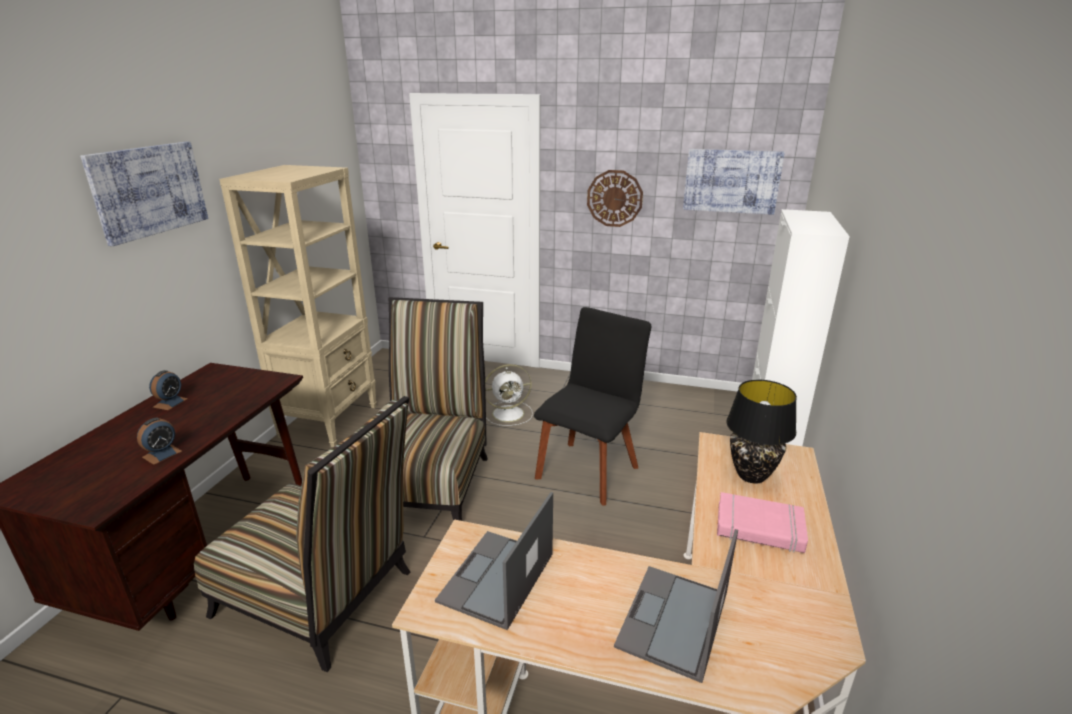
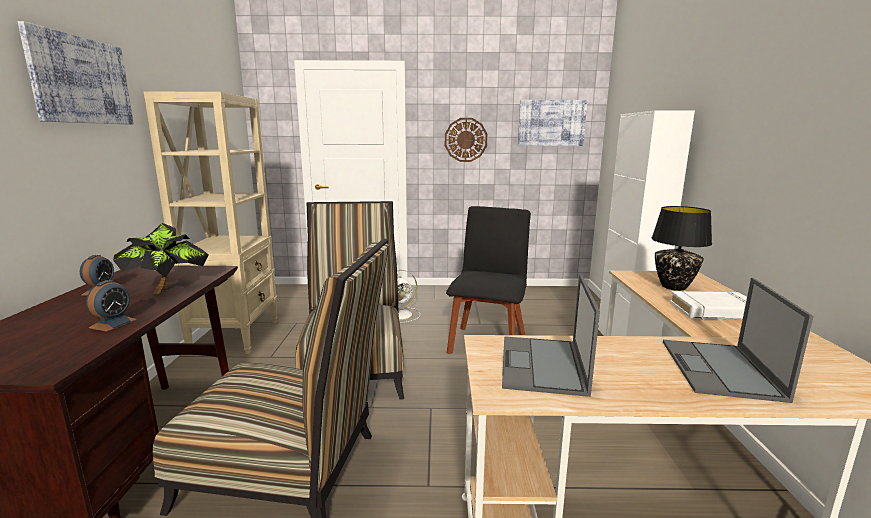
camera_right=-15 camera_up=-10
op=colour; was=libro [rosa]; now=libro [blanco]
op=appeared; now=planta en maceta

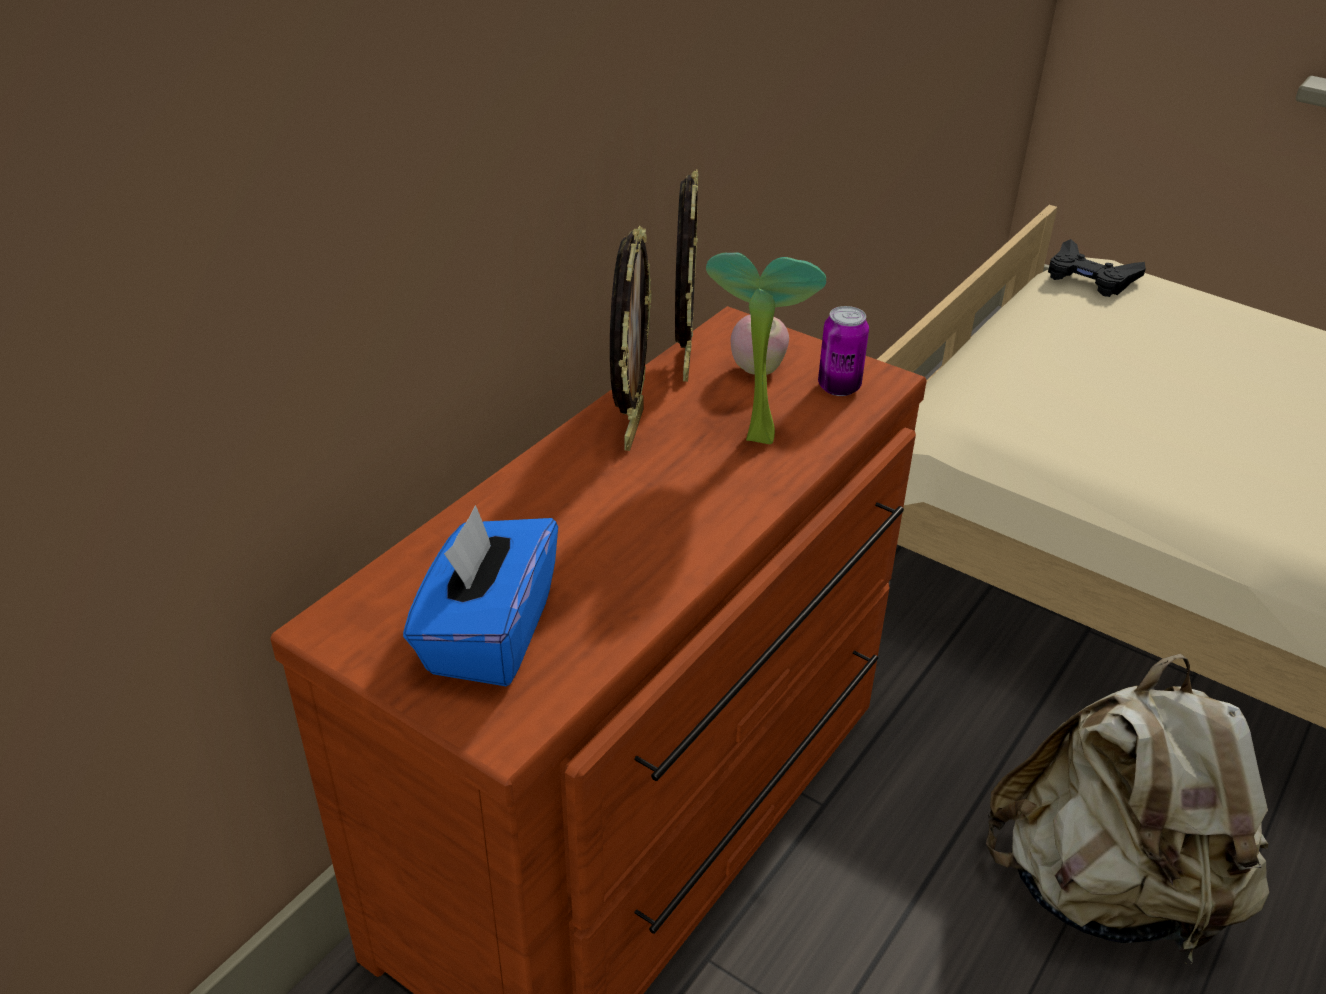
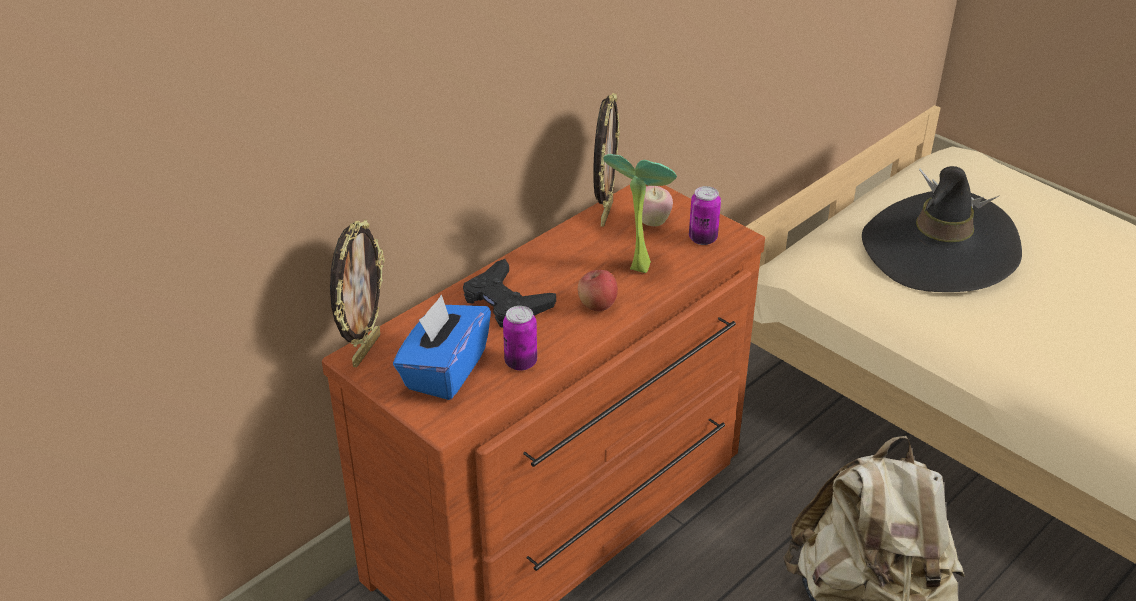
camera_right=10 camera_up=0
op=relocated; was=portarretratos (no. 1 from left)
op=relocated; was=mando de consola [negro]
op=appeared; now=lata (no. 1 from left)
op=appeared; now=manzana (no. 1 from left)
op=appeared; now=sombrero [negro]

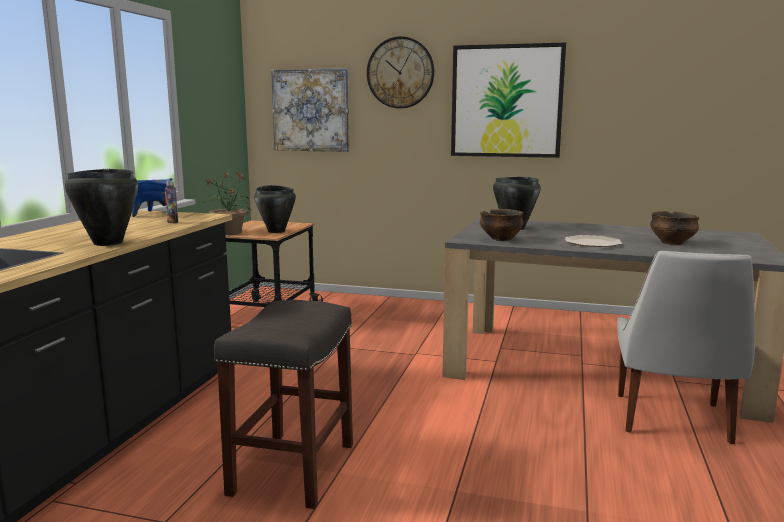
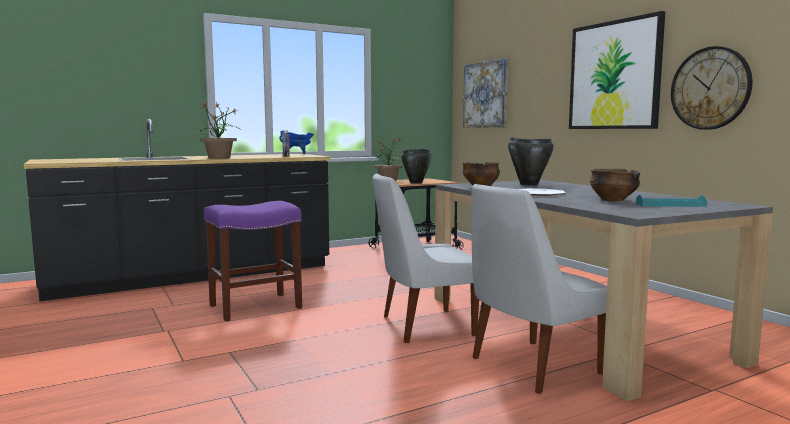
camera_right=45 camera_up=-5
op=exchanged; was=olla [negro] (no. 1 from left); now=planta en maceta (no. 1 from left)
op=colour; was=taburete [gris]; now=taburete [morado]
op=relocated; was=reloj de pared
op=appeared; now=silla [blanco] (no. 1 from left)
op=appeared; now=bandeja [turquesa]

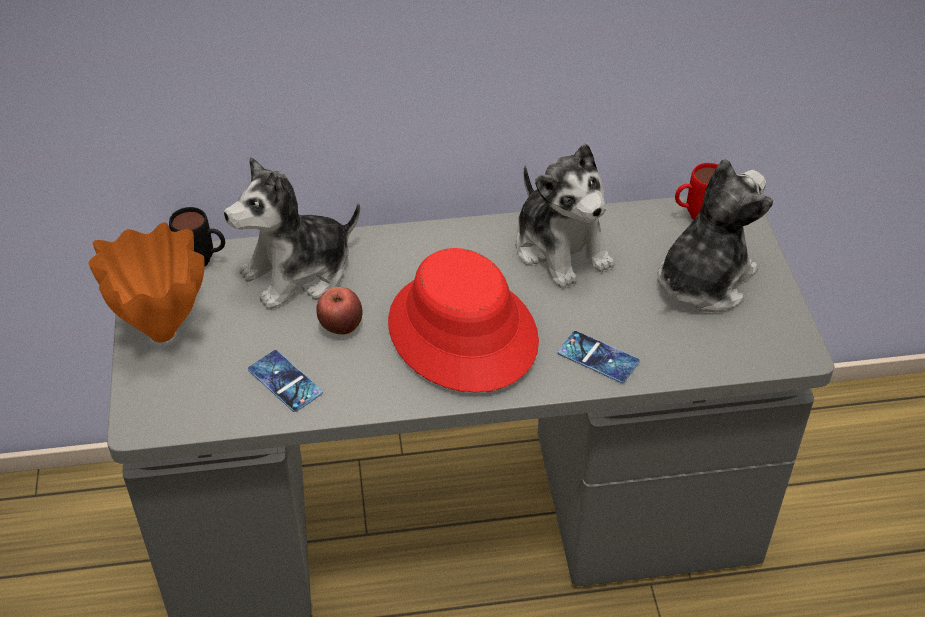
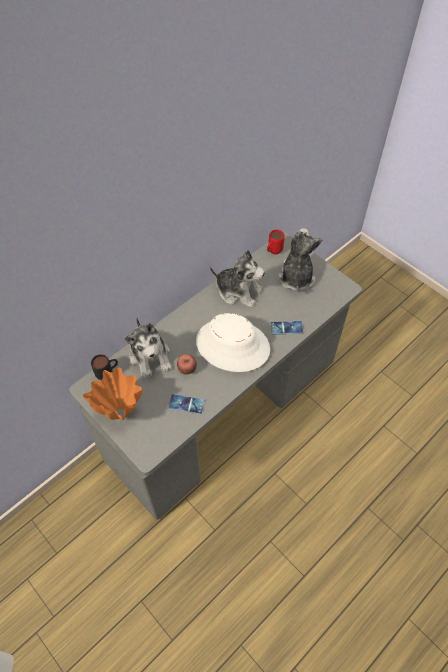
camera_right=-35 camera_up=10
op=spun; was=peluche (no. 1 from left); clockwise=-45
op=colour; was=sombrero [rojo]; now=sombrero [blanco]

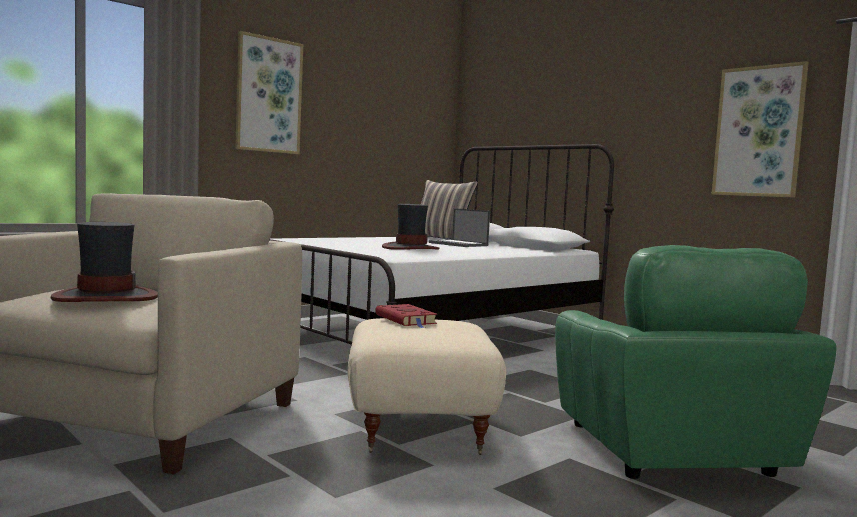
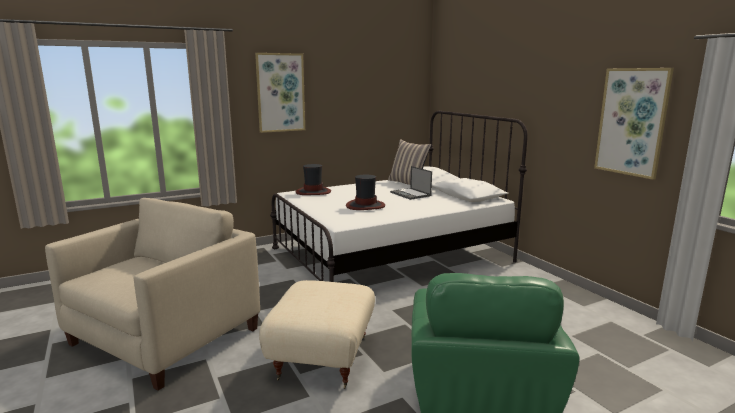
camera_right=15 camera_up=10
op=relocated; was=sombrero (no. 1 from left)
op=missing; was=libro [rojo]

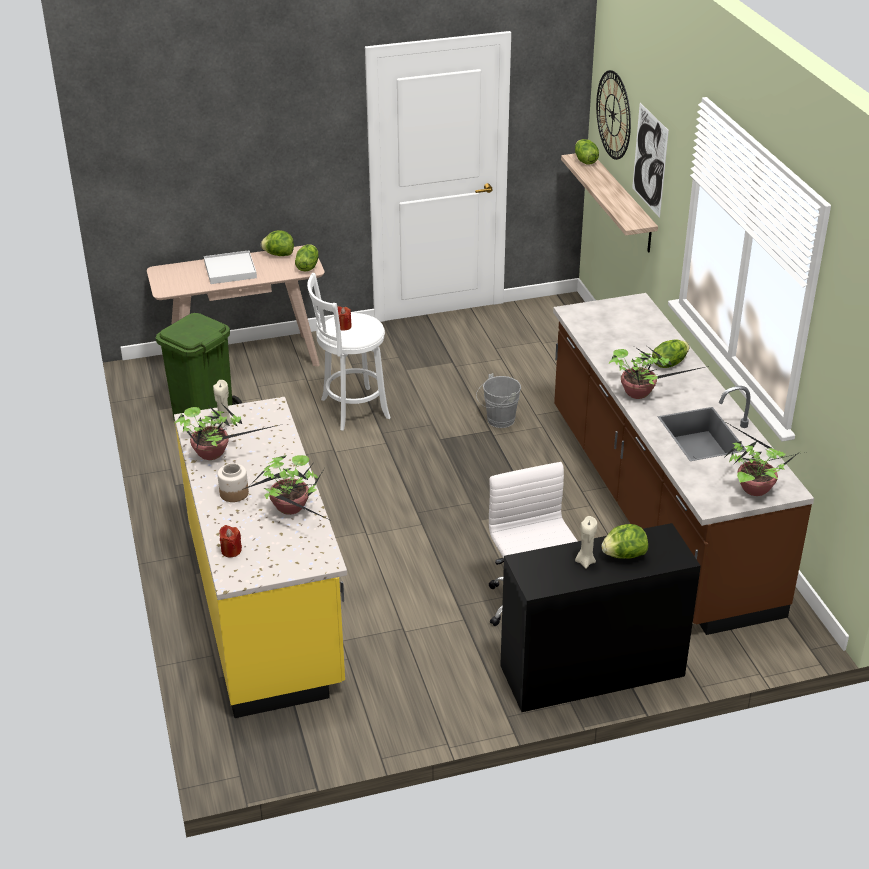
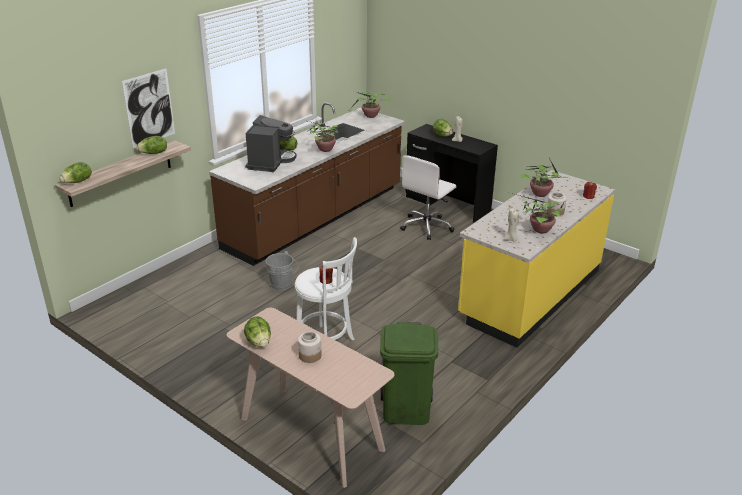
camera_right=-125 camera_up=-5
op=exchanged; was=bandeja [blanco]; now=tarro (no. 1 from left)
op=relocated; was=lechuga (no. 2 from left)
op=missing; was=reloj de pared
op=appeared; now=cafetera

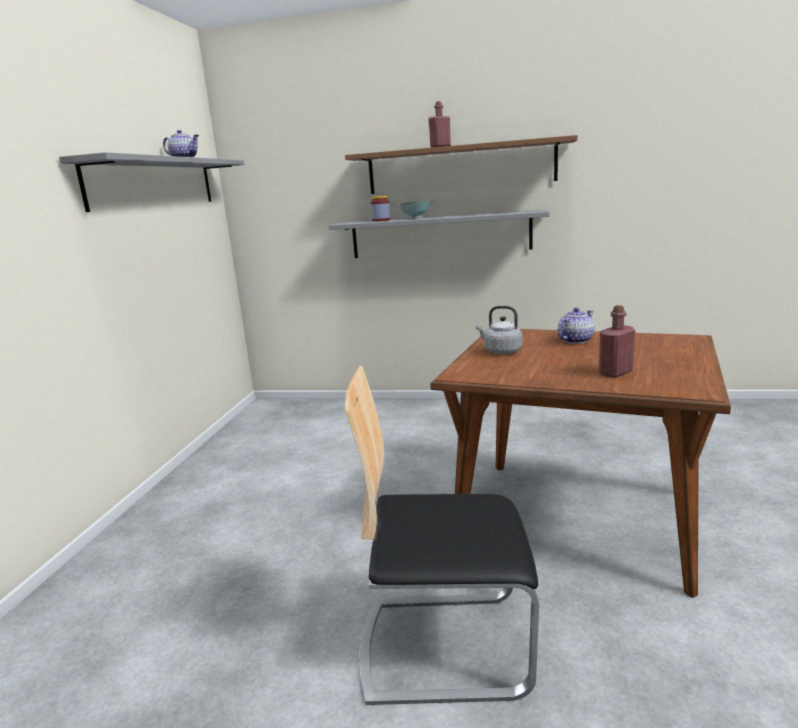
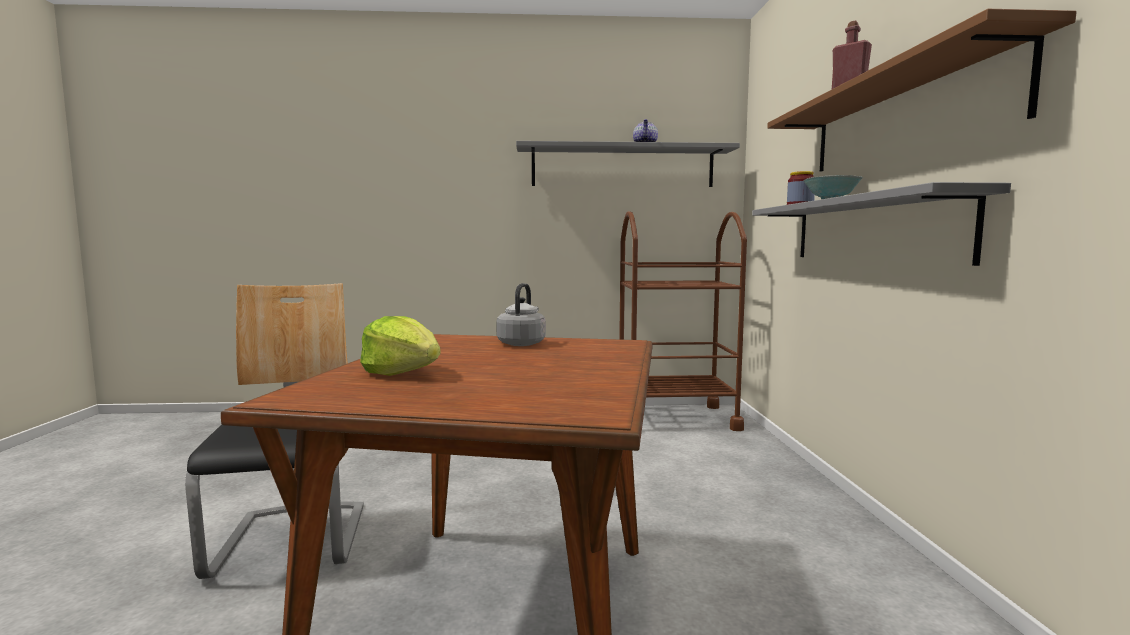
camera_right=75 camera_up=-10
op=missing; was=tetera (no. 2 from left)
op=exchanged; was=botella [rojo] (no. 2 from left); now=lechuga
op=appeared; now=carrito [marrón]

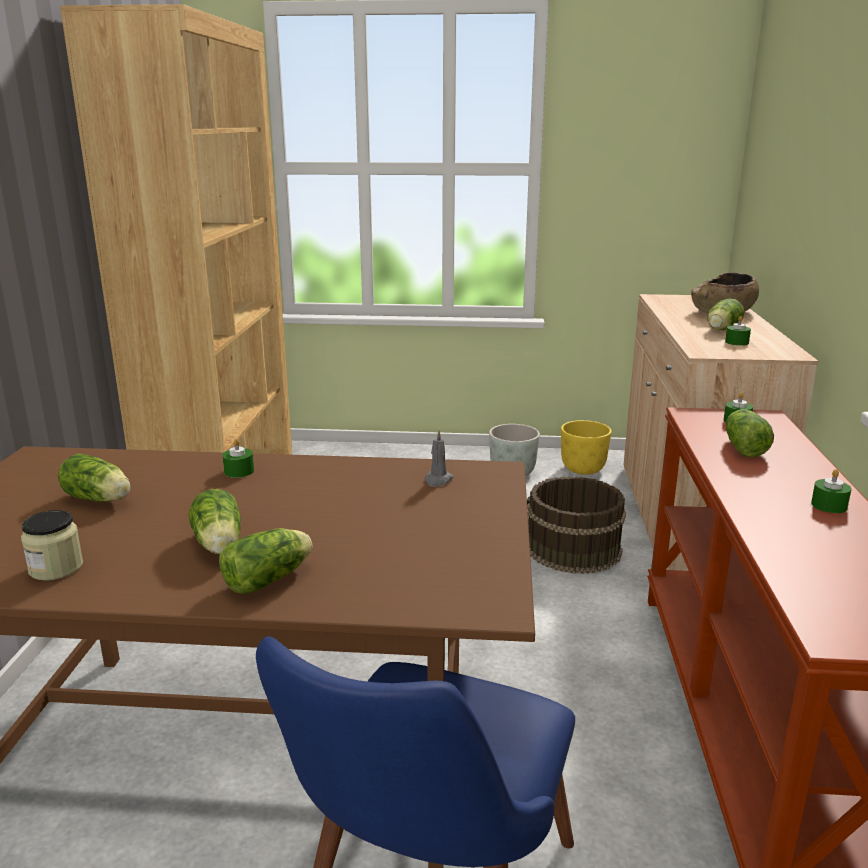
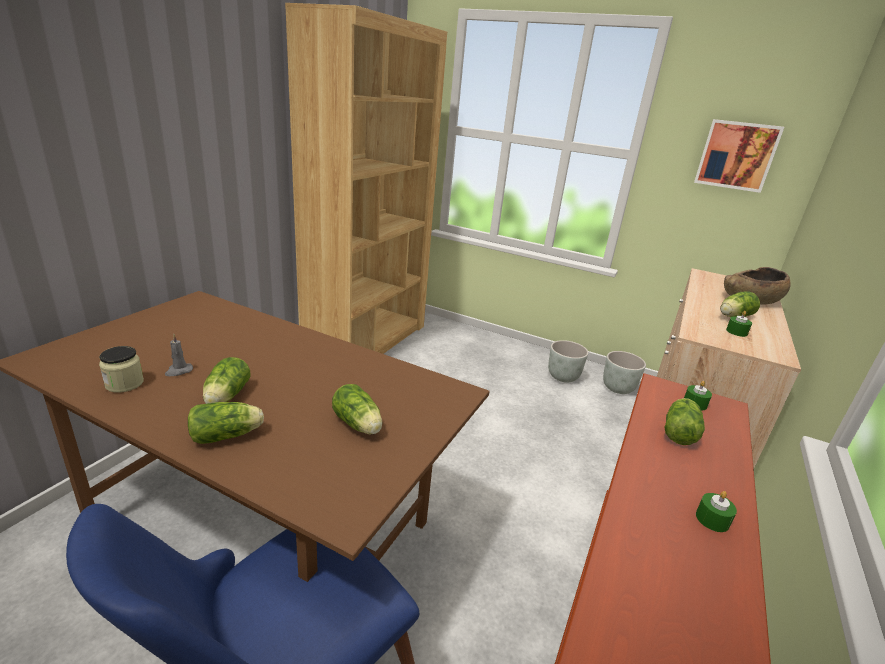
camera_right=20 camera_up=5
op=relocated; was=lechuga (no. 1 from left in the first image); now=lechuga (no. 3 from left)
op=missing; was=vela [verde] (no. 1 from left)
op=relocated; was=vela [gris]
op=missing; was=cubo [marrón]
op=colour; was=maceta [amarillo]; now=maceta [gris] (no. 2 from left)
op=appeared; now=cuadro

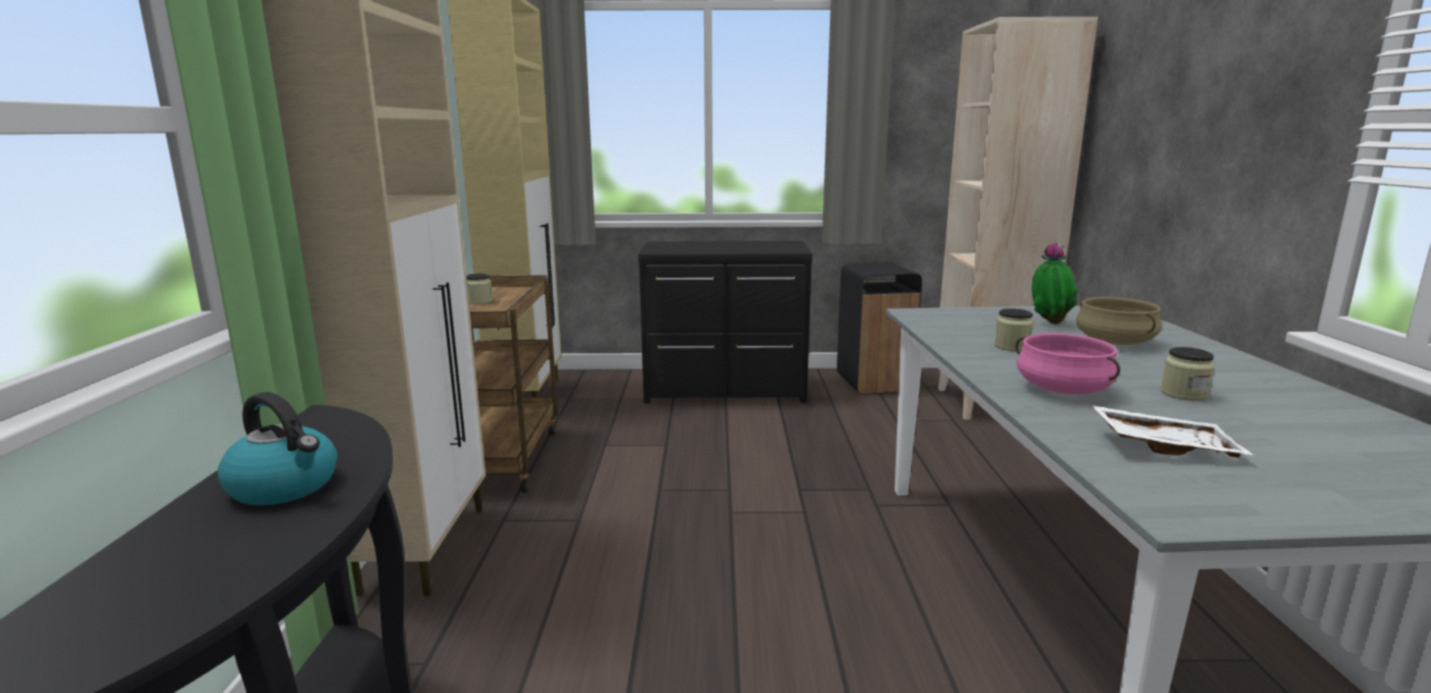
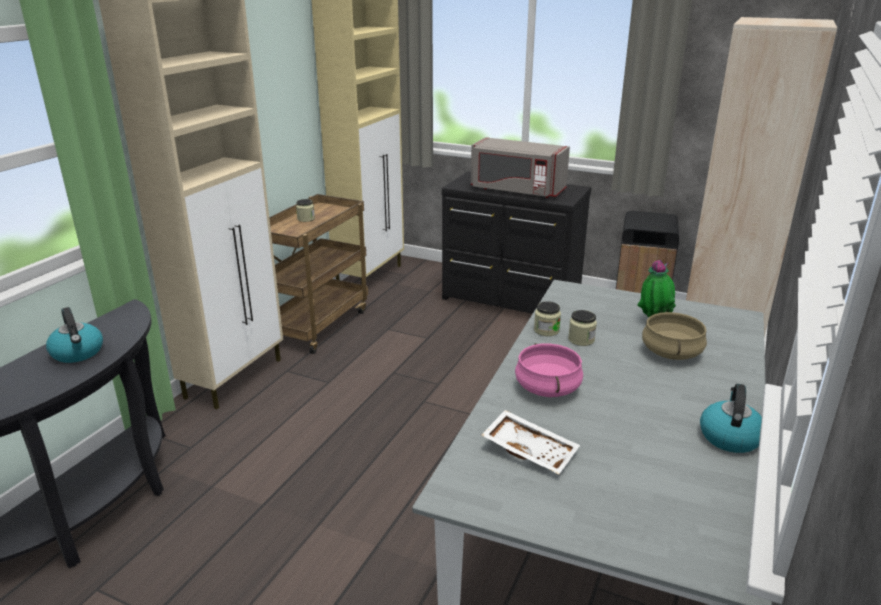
camera_right=25 camera_up=10
op=relocated; was=tarro (no. 3 from left in the first image); now=tarro (no. 2 from left)
op=appeared; now=microondas [gris]
op=appeared; now=hervidor (no. 2 from left)

